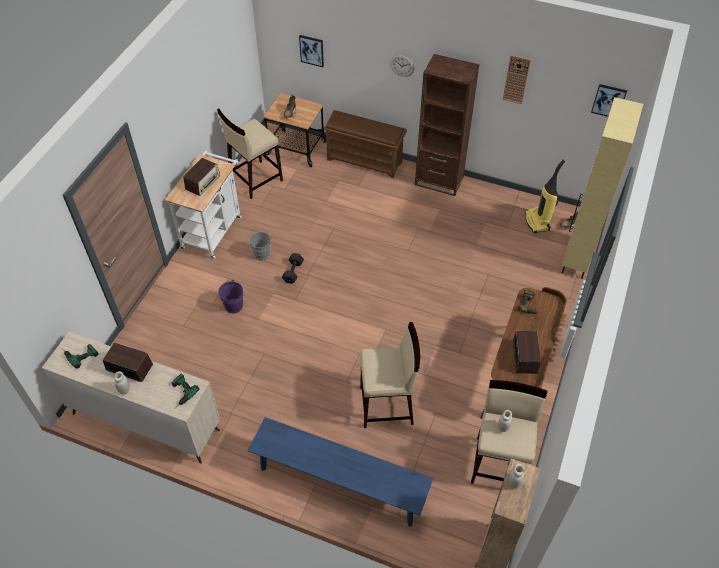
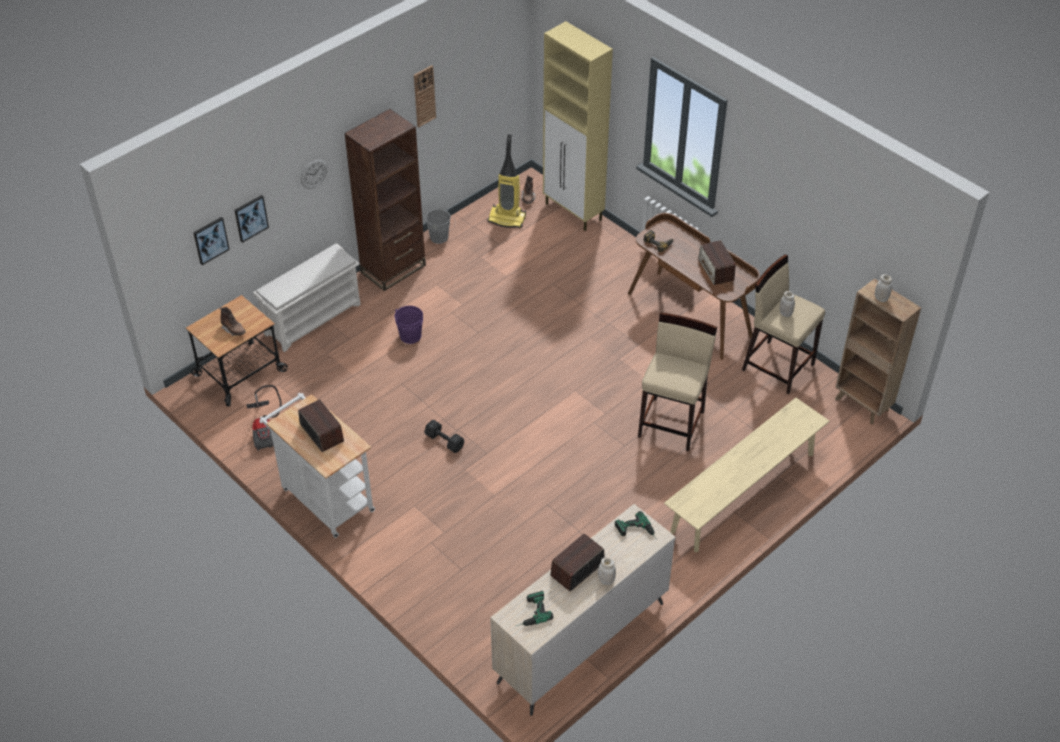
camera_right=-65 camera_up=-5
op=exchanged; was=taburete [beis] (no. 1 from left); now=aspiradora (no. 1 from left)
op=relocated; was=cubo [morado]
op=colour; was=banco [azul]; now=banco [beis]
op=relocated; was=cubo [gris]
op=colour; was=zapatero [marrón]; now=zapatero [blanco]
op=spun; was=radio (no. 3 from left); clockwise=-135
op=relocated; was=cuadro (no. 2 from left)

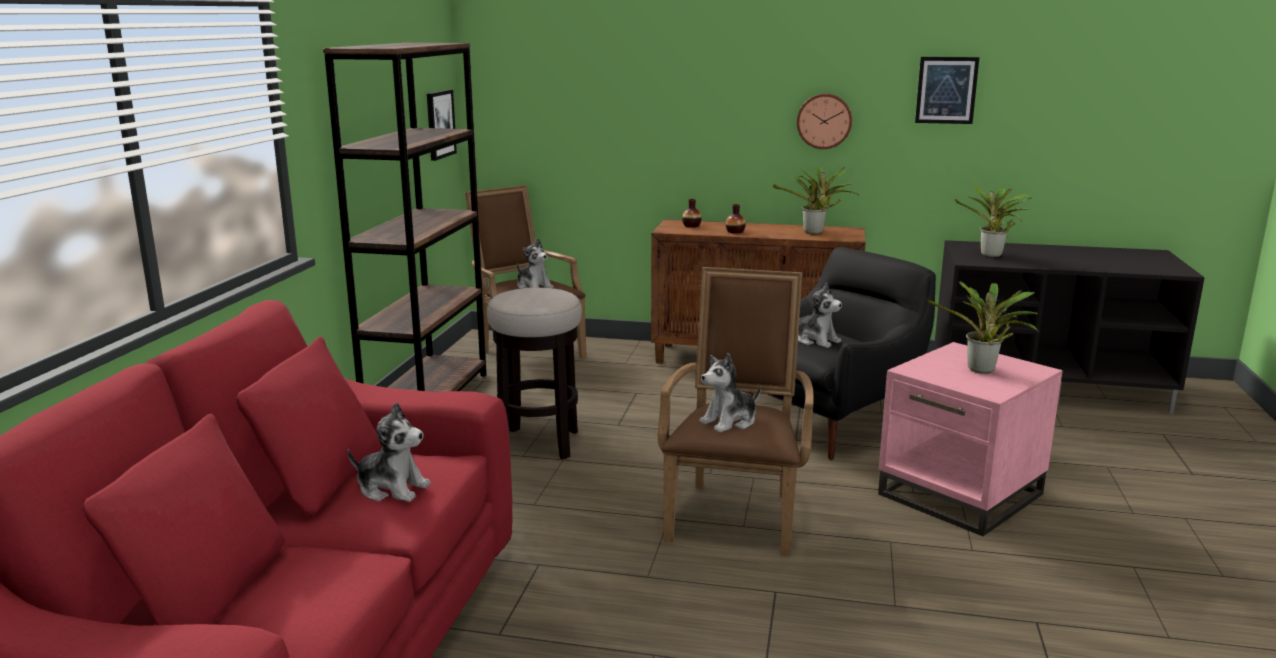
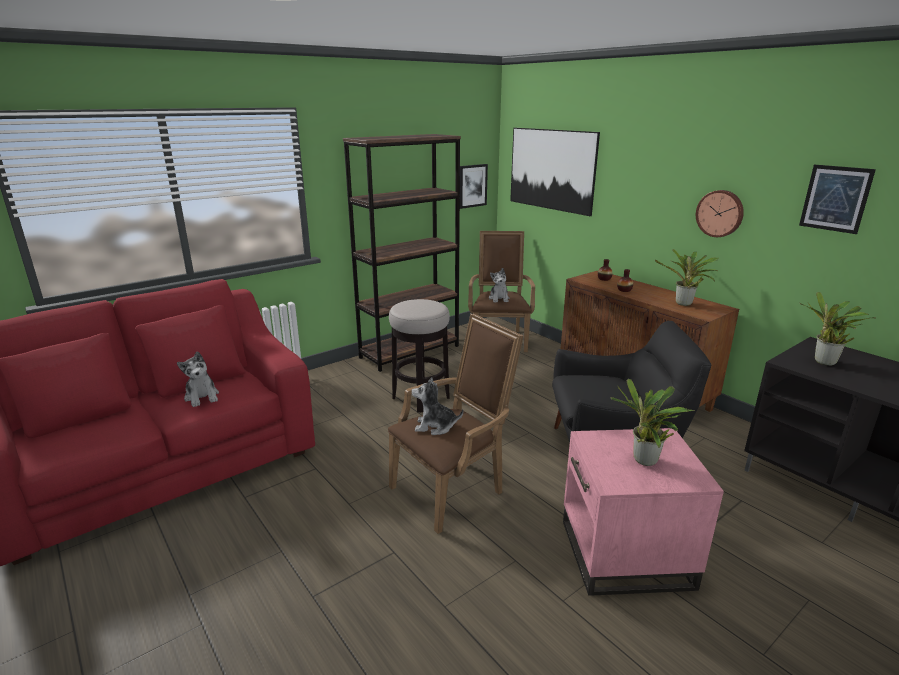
camera_right=40 camera_up=5
op=missing; was=peluche (no. 4 from left)
op=appeared; now=cuadro (no. 2 from left)

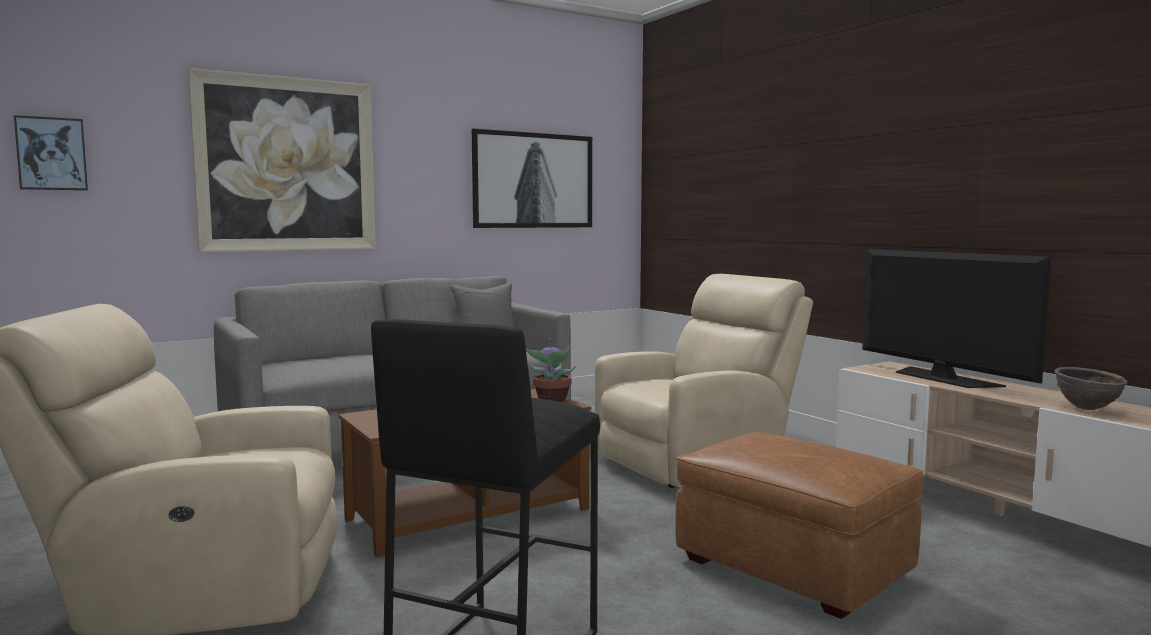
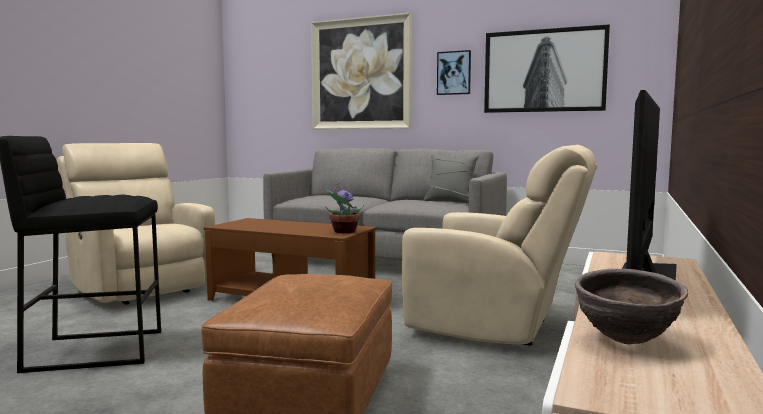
camera_right=55 camera_up=0
op=relocated; was=cuadro (no. 1 from left in the first image); now=cuadro (no. 2 from left)

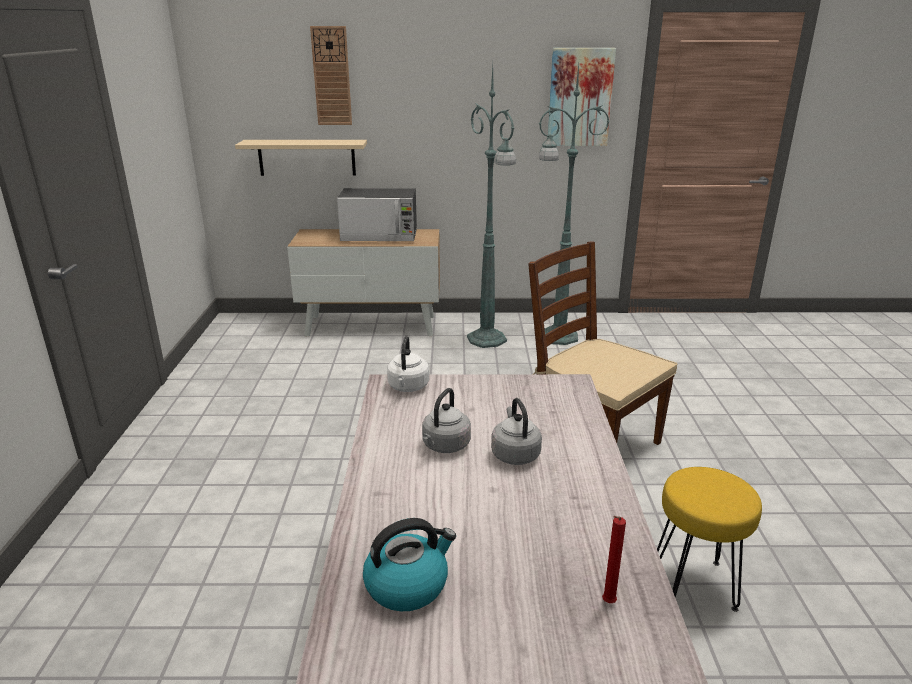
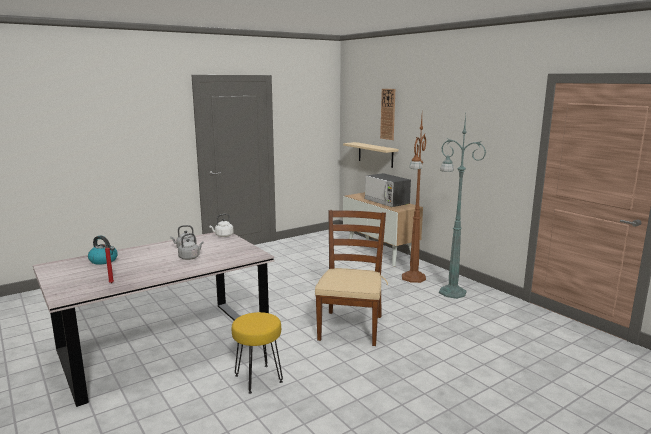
camera_right=55 camera_up=-10
op=colour; was=lámpara de pie [verde] (no. 1 from left); now=lámpara de pie [marrón]
op=missing; was=cuadro

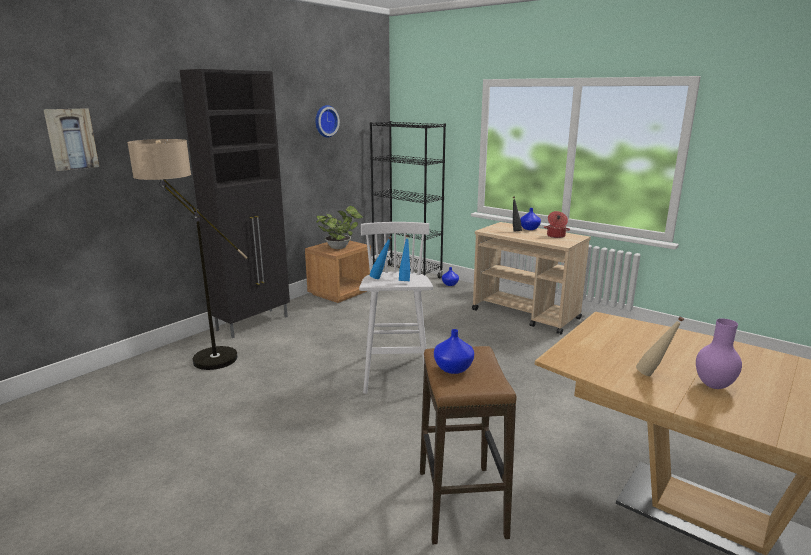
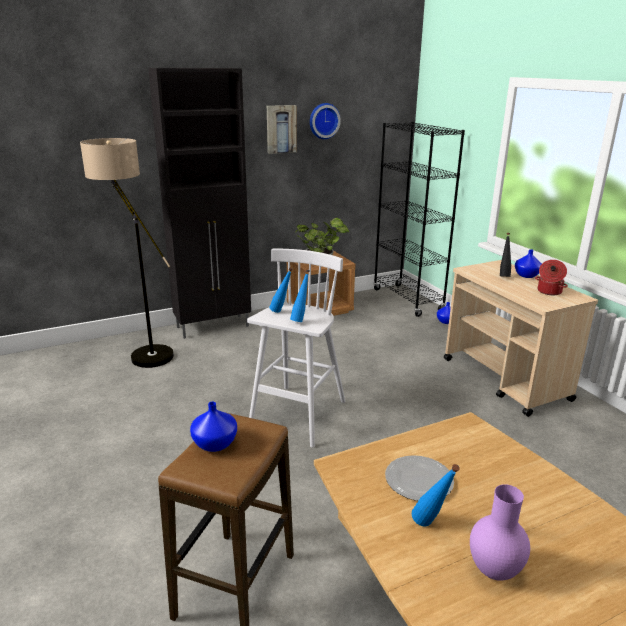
camera_right=25 camera_up=5
op=relocated; was=cuadro
op=colour; was=botella [beis]; now=botella [azul] (no. 3 from left)
op=appeared; now=plato

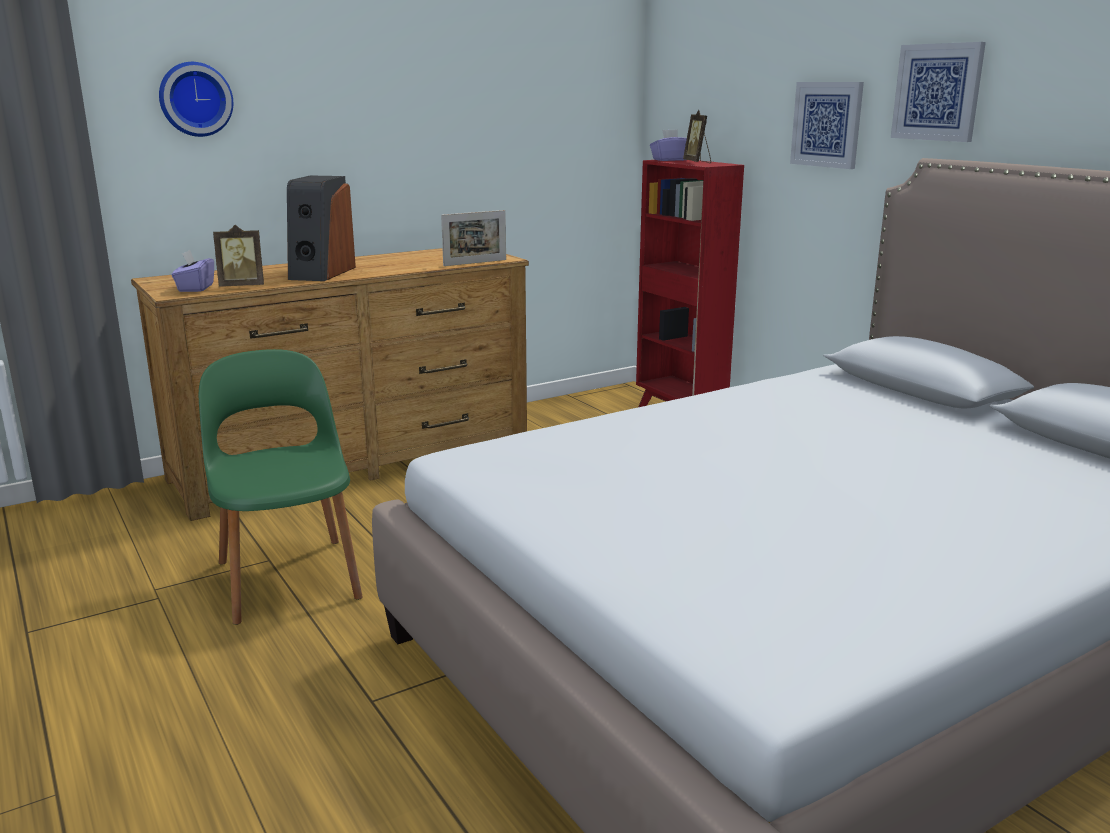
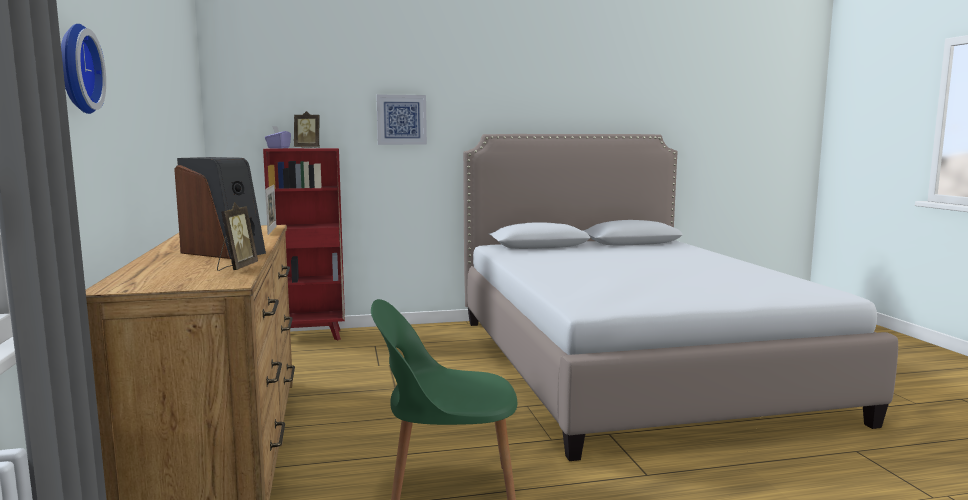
camera_right=-70 camera_up=-10
op=missing; was=caja de pañuelos [morado] (no. 1 from left)
op=missing; was=cuadro (no. 2 from left)

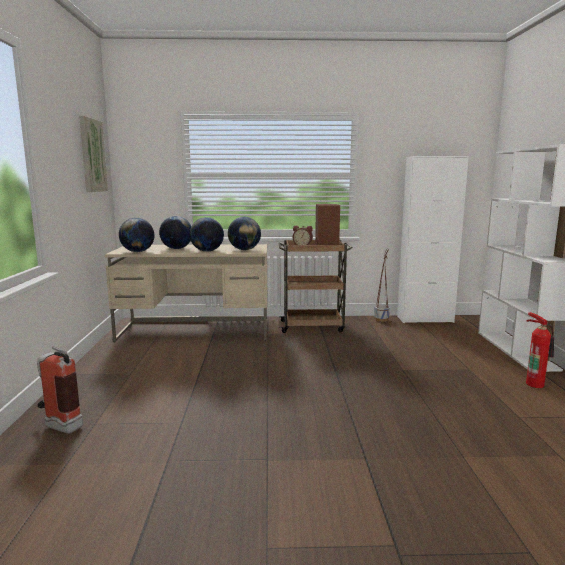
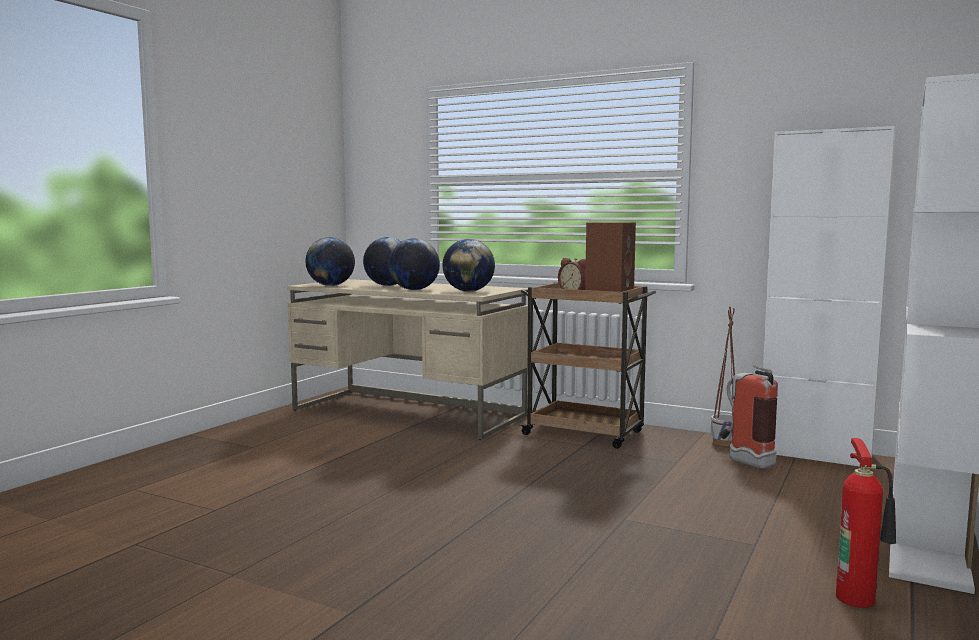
camera_right=30 camera_up=-5
op=relocated; was=extintor (no. 1 from left)
op=missing; was=cuadro

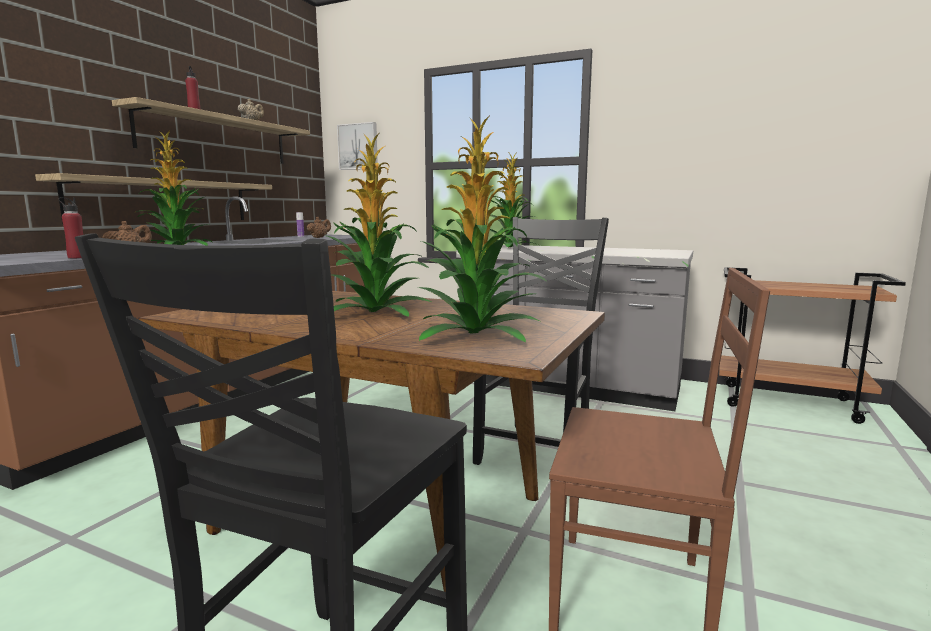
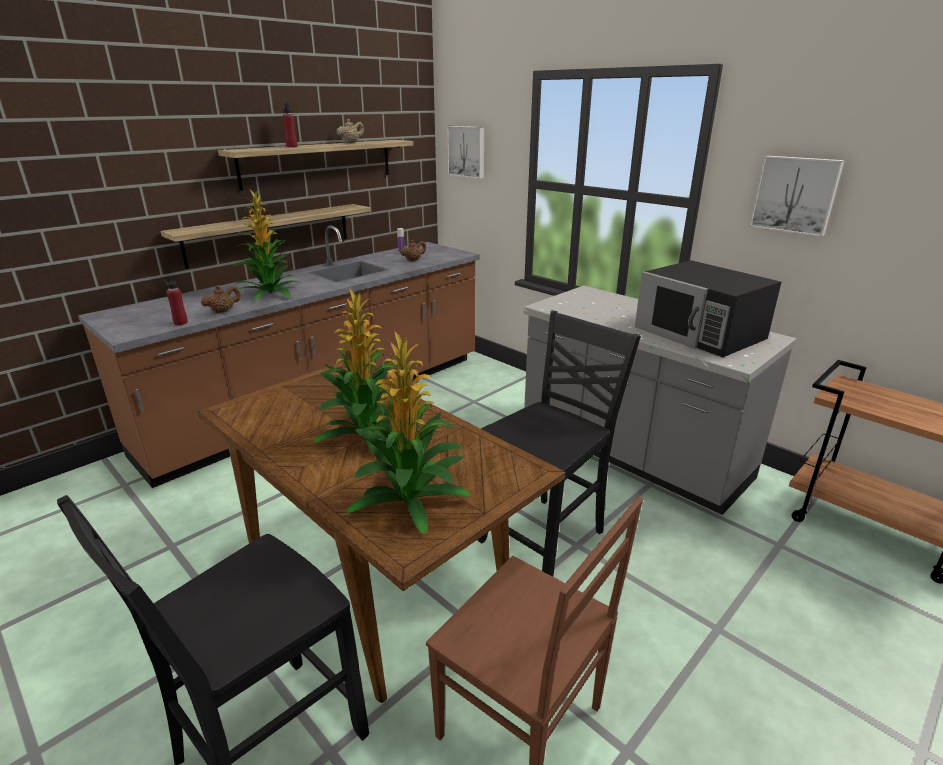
camera_right=20 camera_up=15
op=missing; was=planta en maceta (no. 4 from left)
op=appeared; now=microondas [negro]
op=appeared; now=cuadro (no. 2 from left)

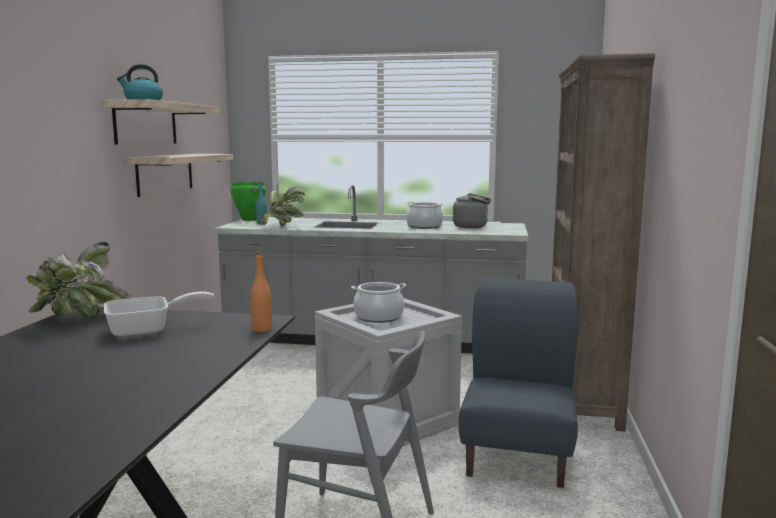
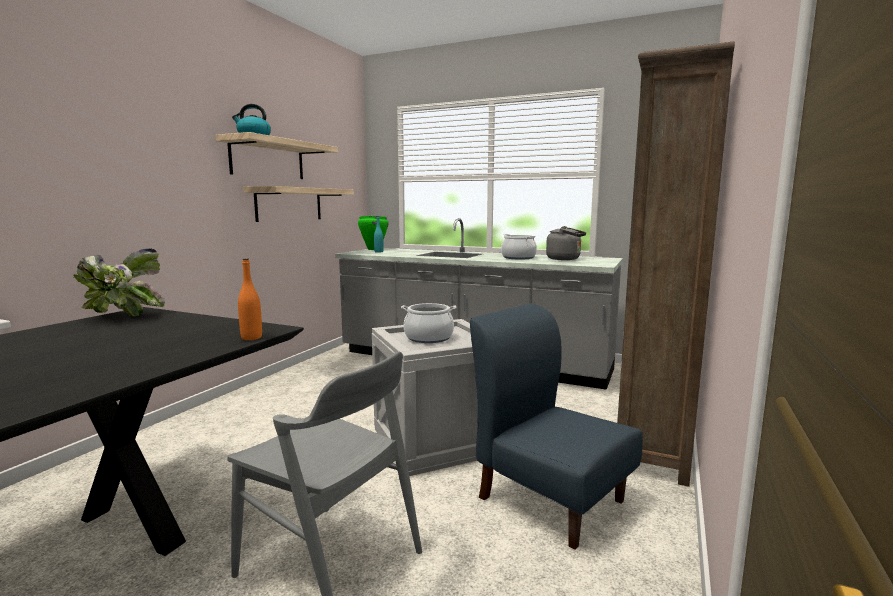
camera_right=15 camera_up=0
op=missing; was=sartén
op=missing; was=planta en maceta (no. 2 from left)
op=spun; was=silla [azul]; clockwise=-75

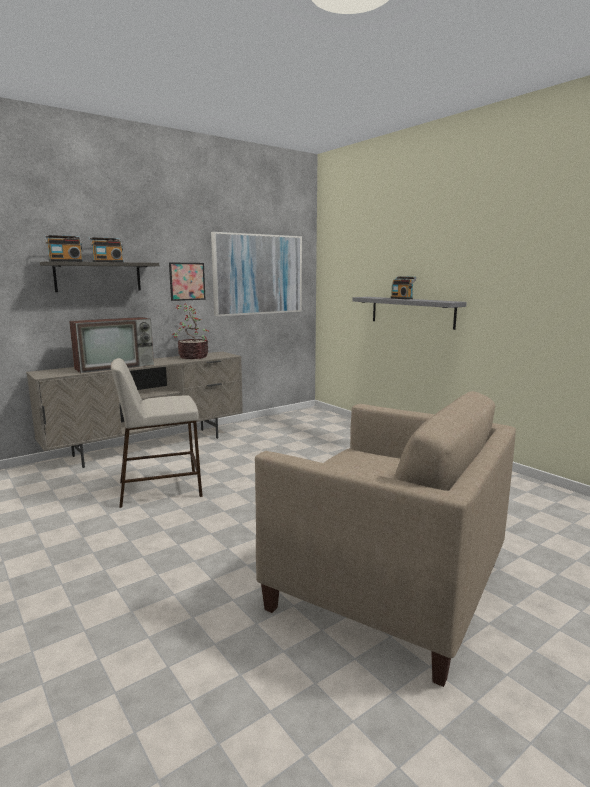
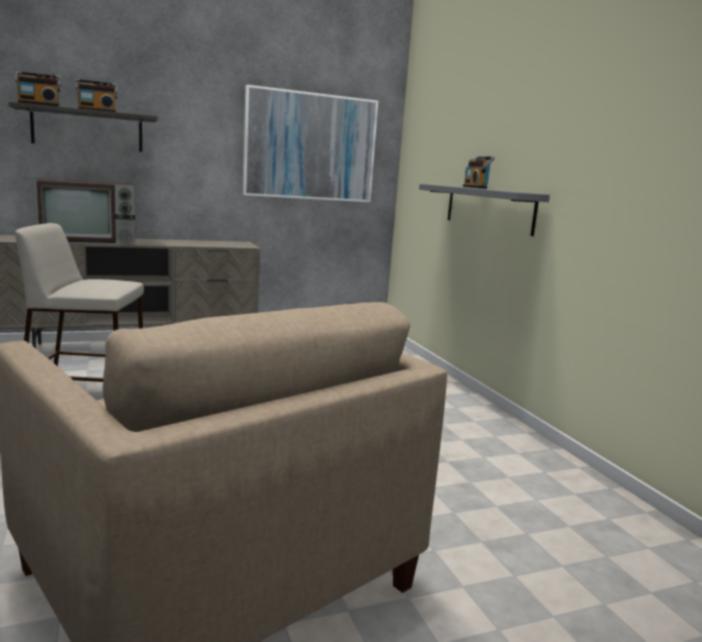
camera_right=15 camera_up=0
op=missing; was=cuadro (no. 1 from left)
op=missing; was=planta en maceta

